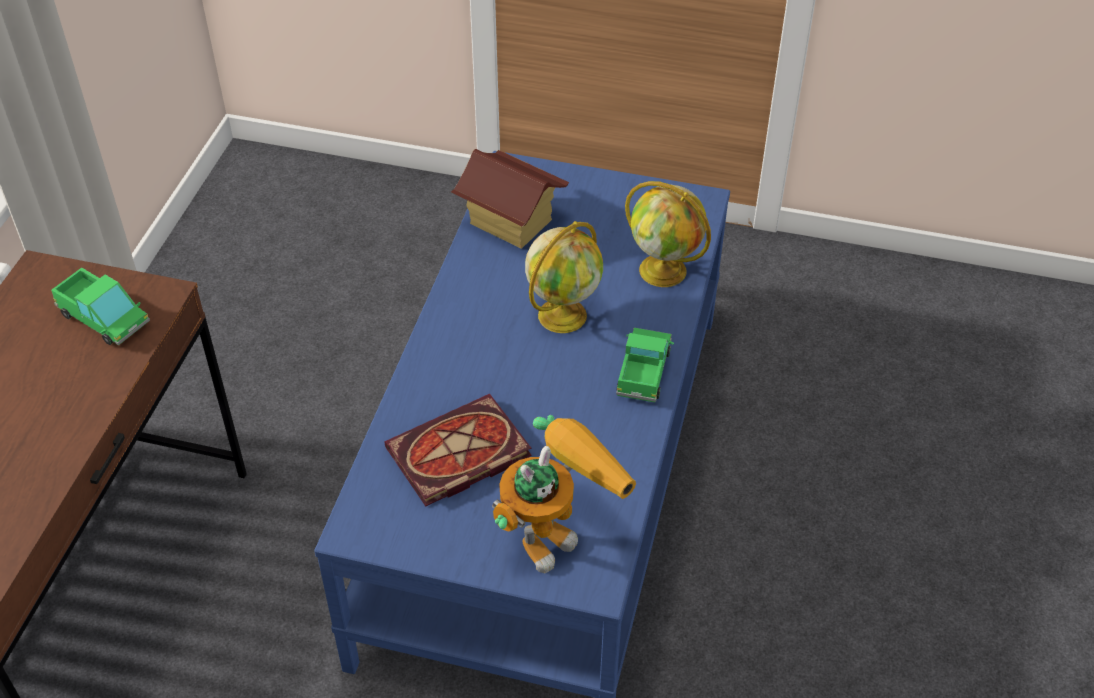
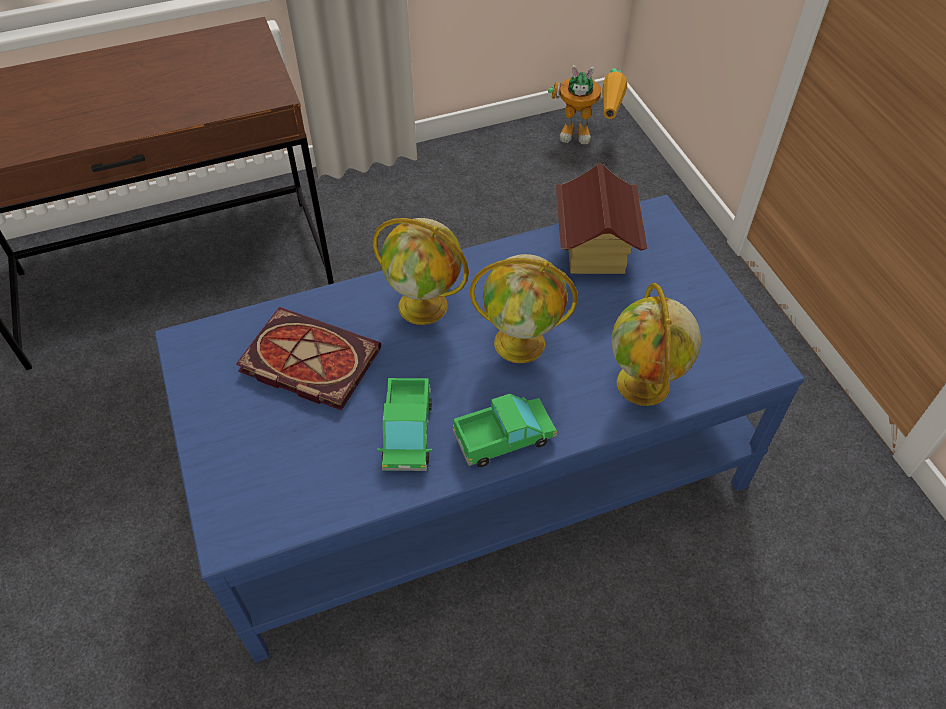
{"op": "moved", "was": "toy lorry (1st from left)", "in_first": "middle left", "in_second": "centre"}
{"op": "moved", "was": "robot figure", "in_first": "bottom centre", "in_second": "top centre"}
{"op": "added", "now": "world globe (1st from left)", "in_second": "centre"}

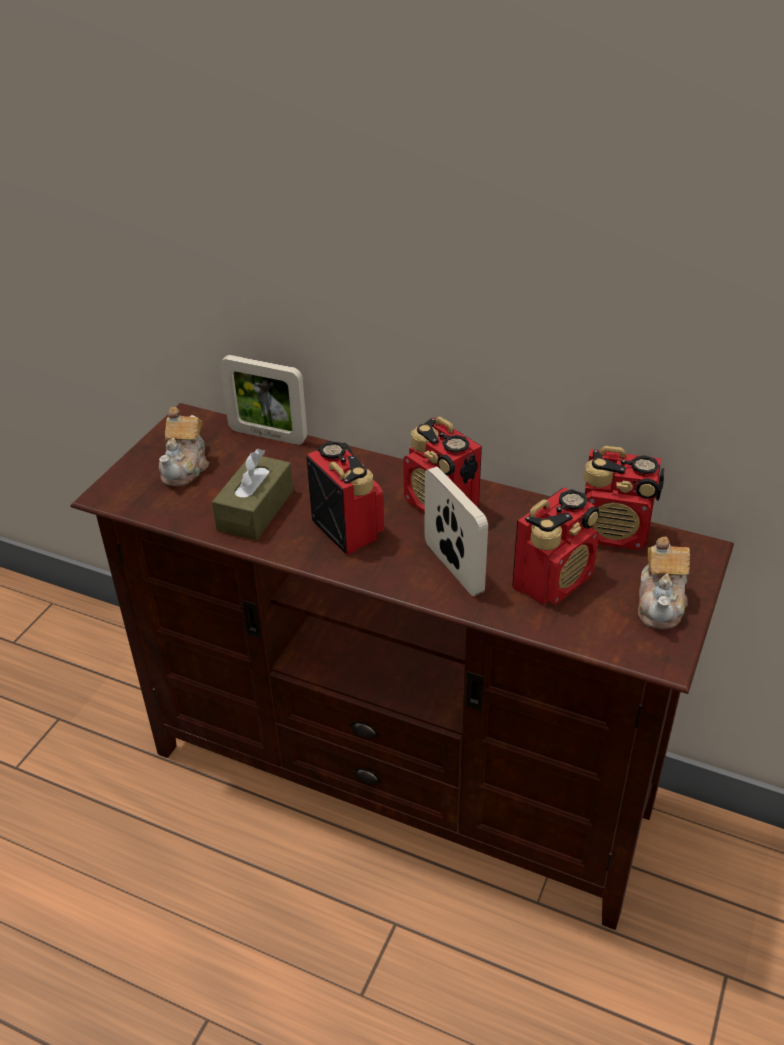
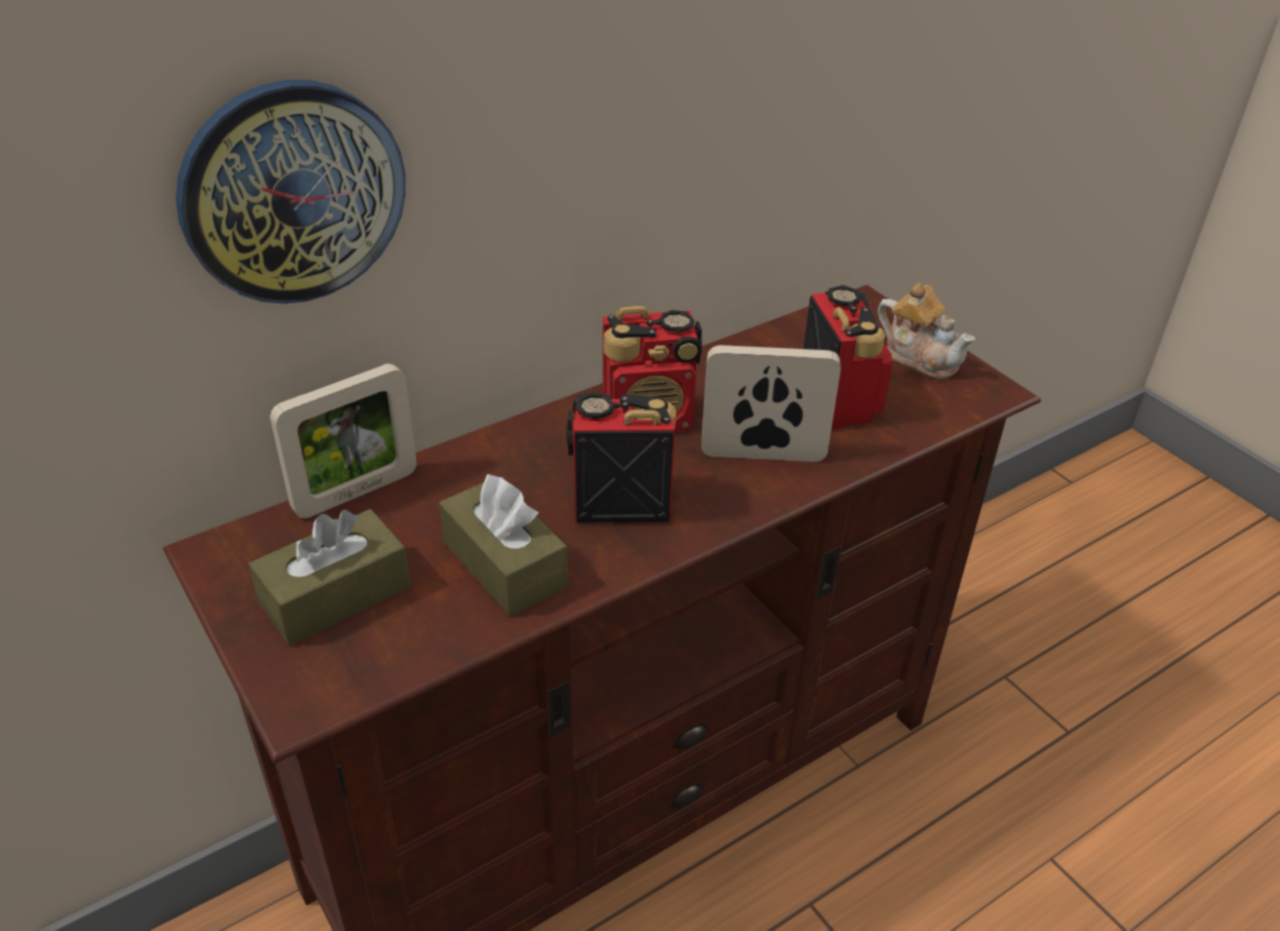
{"op": "replaced", "was": "teapot (1st from left)", "now": "box of tissues (brownish) (1st from left)", "in_first": "middle left", "in_second": "middle left"}
{"op": "removed", "was": "radio receiver (4th from left)", "in_first": "middle right"}
{"op": "added", "now": "hanging clock", "in_second": "top left"}

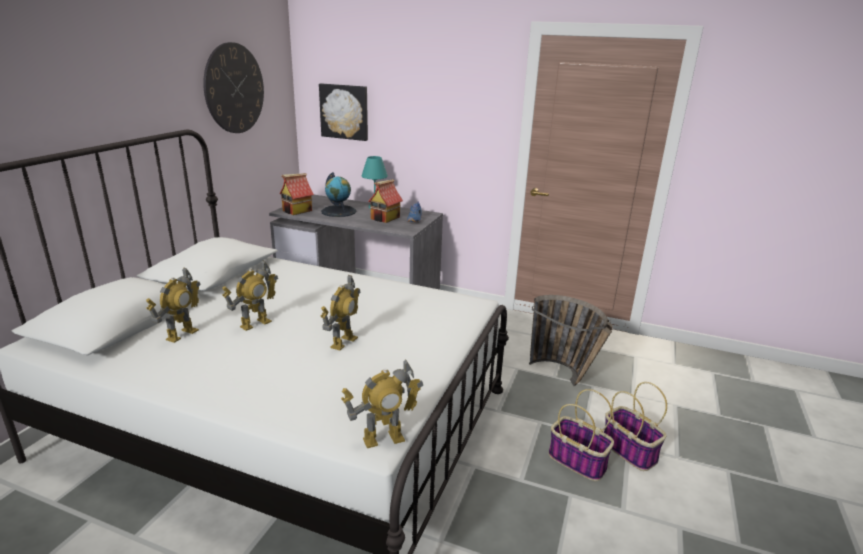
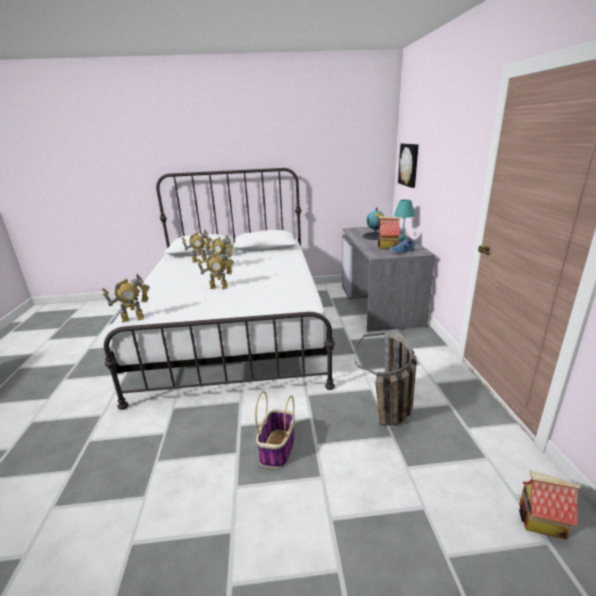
{"op": "removed", "was": "hanging clock", "in_first": "top left"}
{"op": "moved", "was": "miniature house (1st from left in the first image)", "now": "miniature house (2nd from left)", "in_first": "centre", "in_second": "bottom right"}
{"op": "turned", "was": "robot figure (4th from left in the first image)", "in_first": "bottom centre", "in_second": "middle left", "clockwise": -60}
{"op": "removed", "was": "storage basket (3rd from left)", "in_first": "bottom right"}

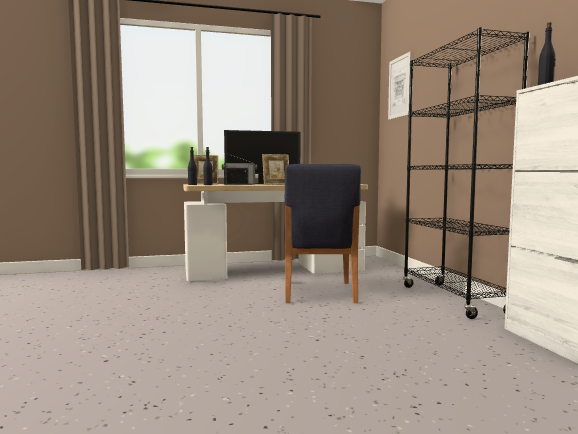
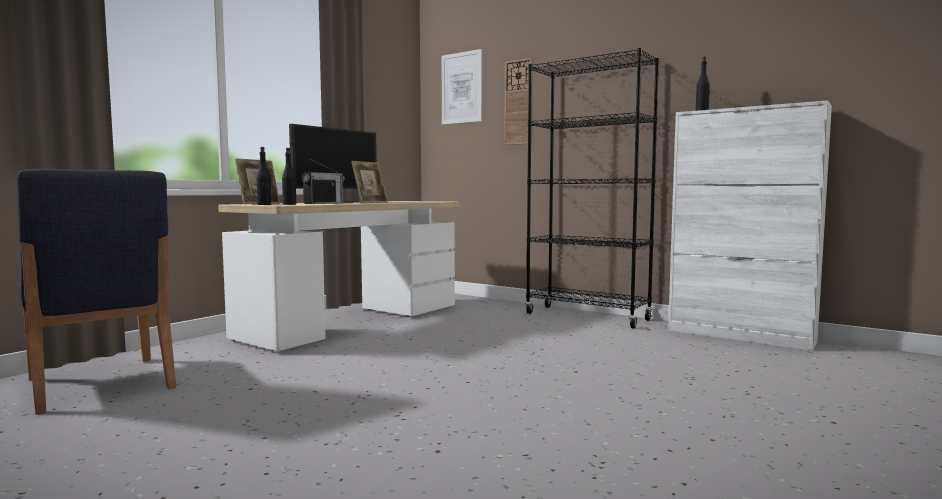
{"op": "moved", "was": "chair (bluish)", "in_first": "centre", "in_second": "middle left"}
{"op": "added", "now": "hanging clock", "in_second": "top centre"}

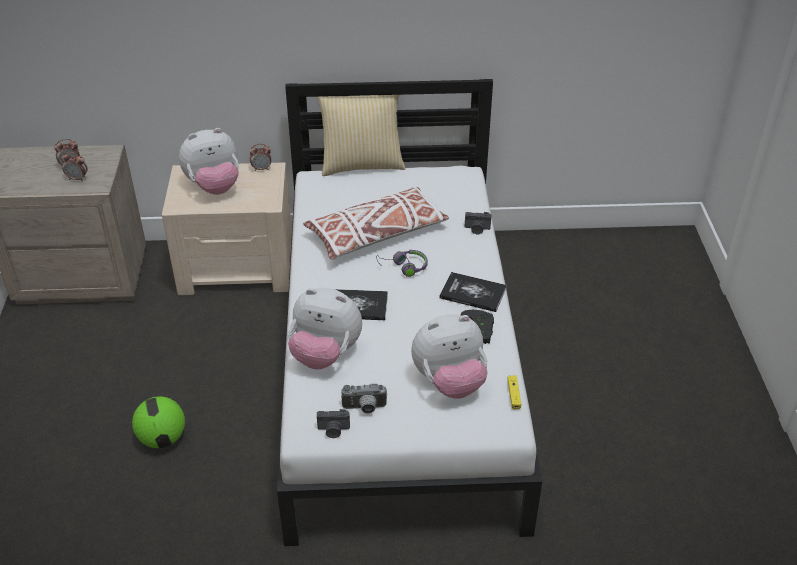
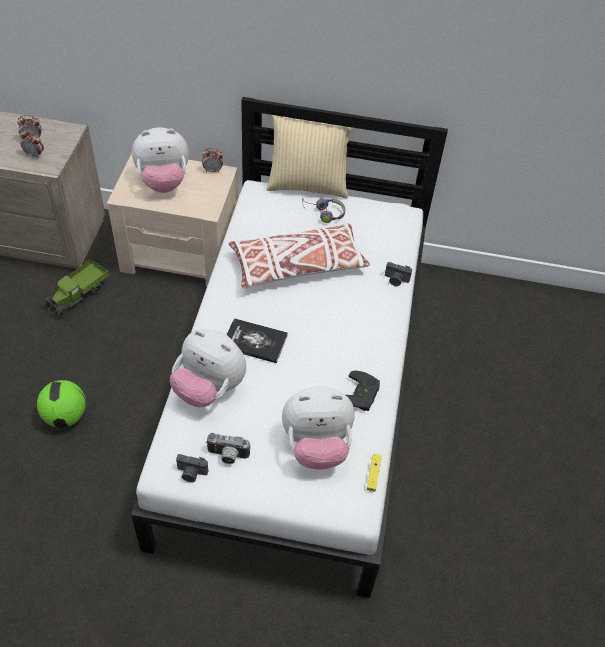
{"op": "moved", "was": "headphones (purple)", "in_first": "centre", "in_second": "top centre"}
{"op": "removed", "was": "bound book (2nd from left)", "in_first": "centre"}
{"op": "added", "now": "toy lorry", "in_second": "middle left"}

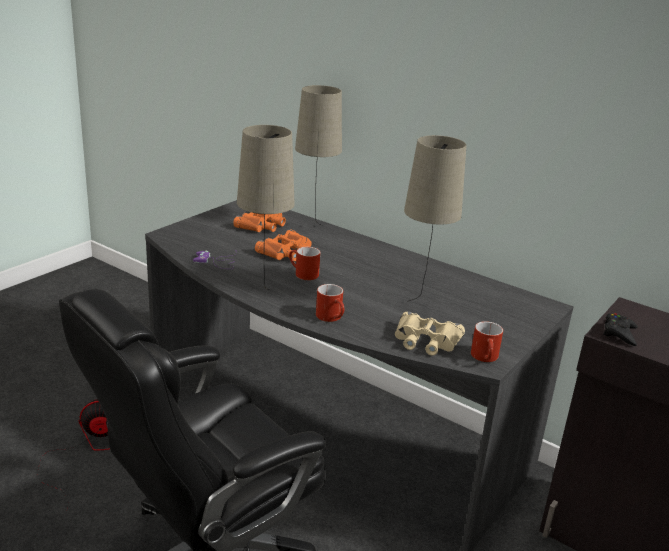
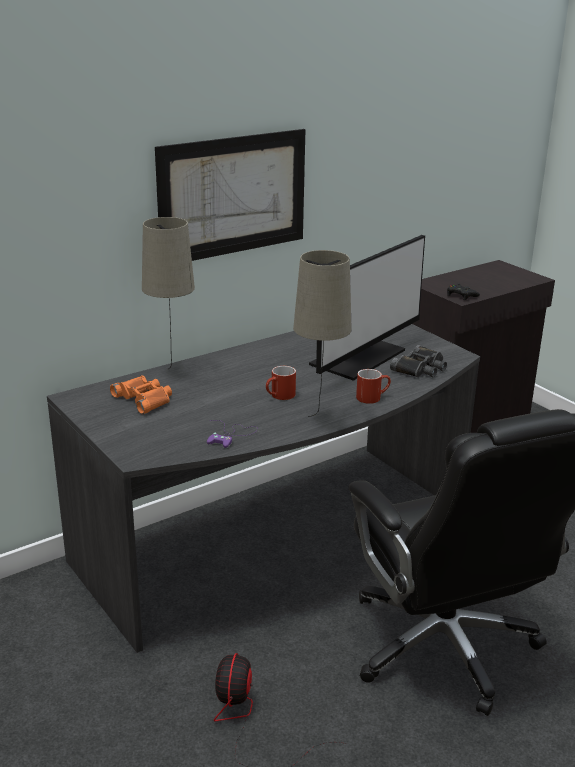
{"op": "replaced", "was": "lamp for a table (beige-coloured) (3rd from left)", "now": "computer screen", "in_first": "centre", "in_second": "centre"}
{"op": "removed", "was": "field glasses (orange) (2nd from left)", "in_first": "centre"}
{"op": "recoloured", "was": "field glasses (beige-coloured)", "now": "field glasses (blackish)", "in_first": "centre", "in_second": "middle right"}
{"op": "removed", "was": "coffee mug (red-coloured) (3rd from left)", "in_first": "middle right"}
{"op": "added", "now": "picture", "in_second": "top centre"}

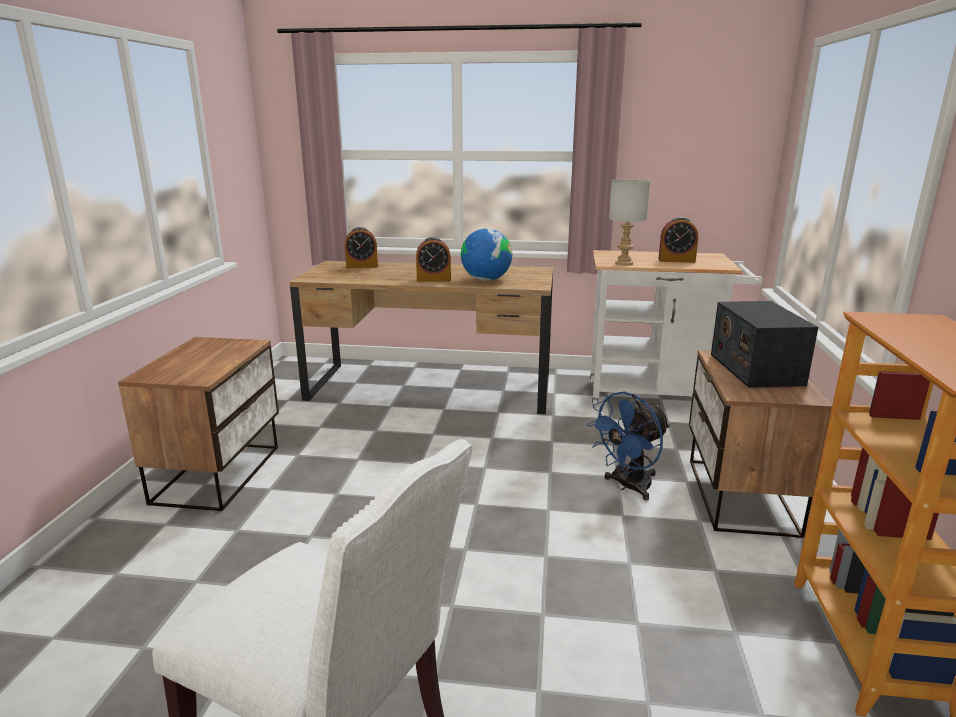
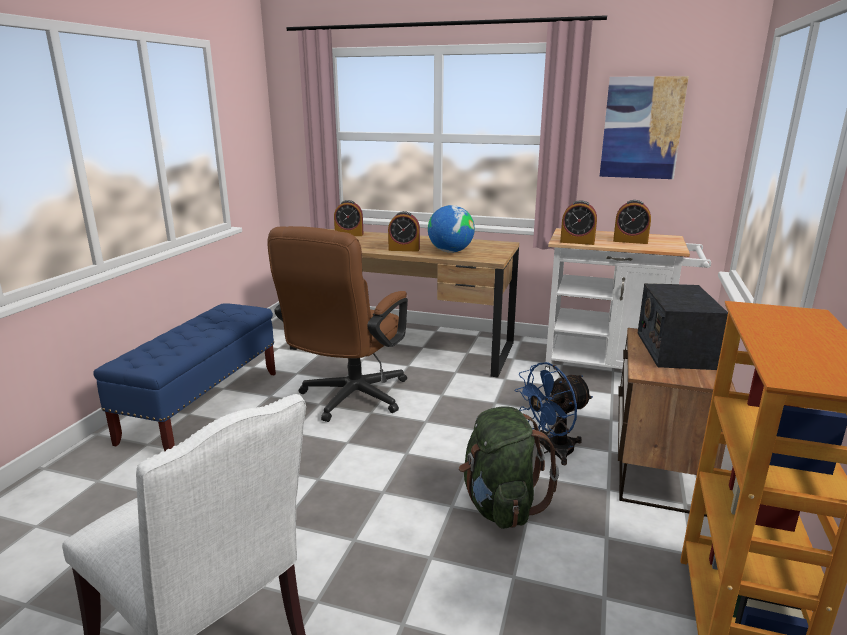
{"op": "replaced", "was": "lamp for a table (greyish)", "now": "table clock (3rd from left)", "in_first": "top centre", "in_second": "middle right"}
{"op": "replaced", "was": "bedside table (1st from left)", "now": "bench (bluish)", "in_first": "middle left", "in_second": "middle left"}
{"op": "added", "now": "picture", "in_second": "top right"}
{"op": "added", "now": "office chair (brownish)", "in_second": "centre"}
{"op": "added", "now": "backpack (greenish)", "in_second": "bottom centre"}

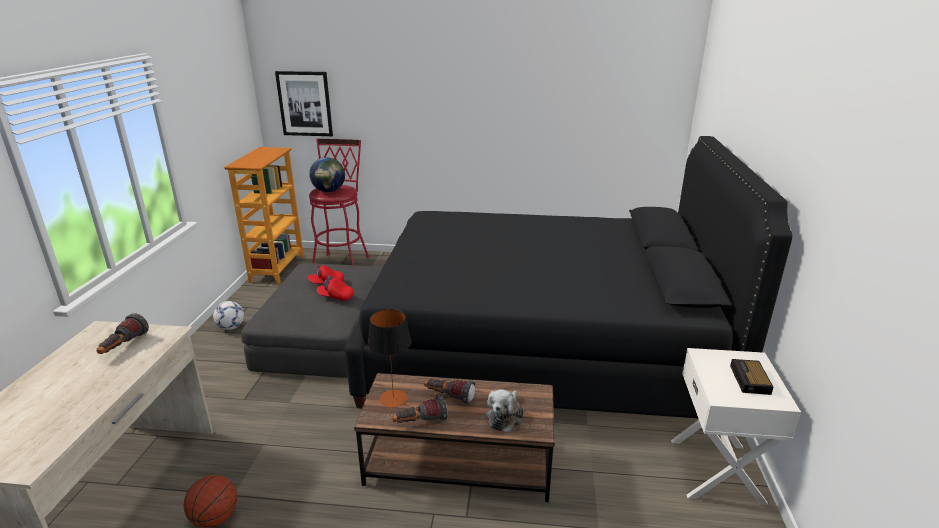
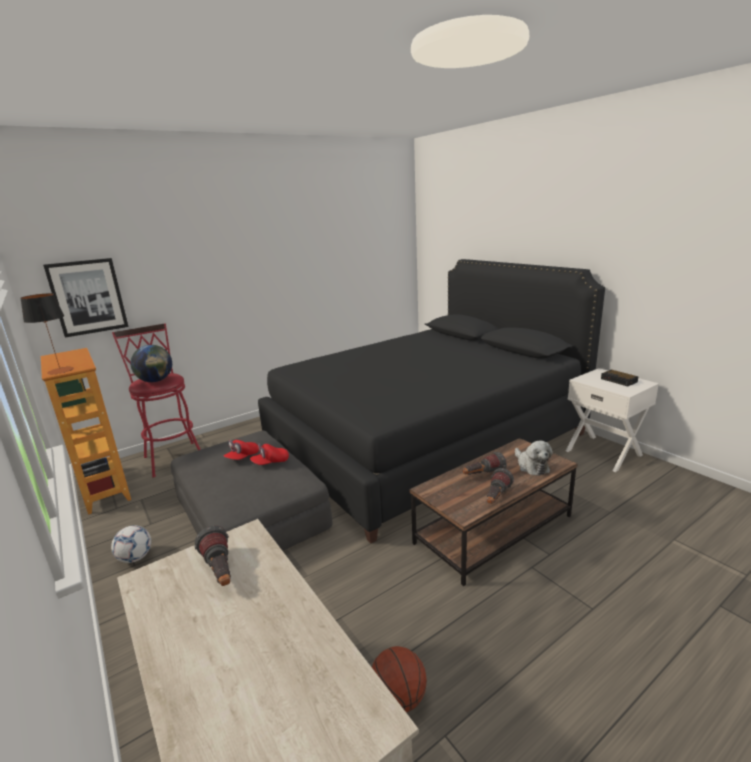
{"op": "moved", "was": "lamp for a table", "in_first": "bottom centre", "in_second": "middle left"}

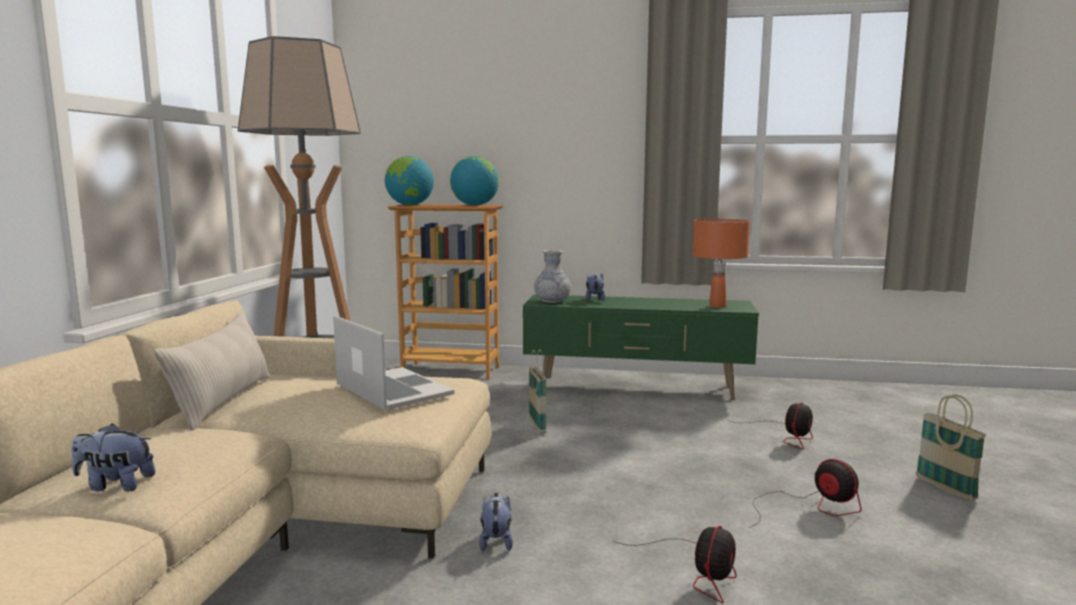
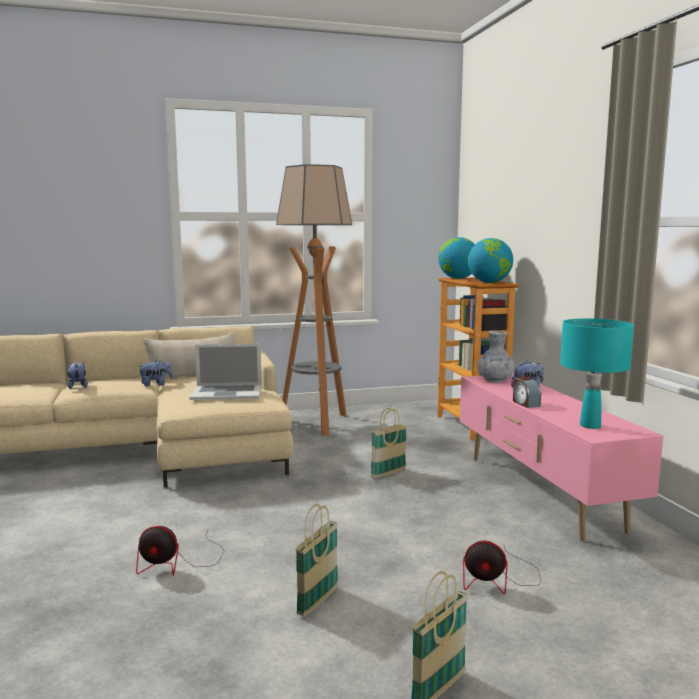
{"op": "recoloured", "was": "lamp for a table (orange)", "now": "lamp for a table (blue-green)", "in_first": "middle right", "in_second": "middle right"}
{"op": "recoloured", "was": "media console (greenish)", "now": "media console (pinkish)", "in_first": "centre", "in_second": "middle right"}
{"op": "turned", "was": "portable computer", "in_first": "centre", "in_second": "middle left", "clockwise": 60}
{"op": "replaced", "was": "electric fan (3rd from left)", "now": "storage basket (1st from left)", "in_first": "bottom right", "in_second": "bottom centre"}
{"op": "moved", "was": "soft toy (2nd from left)", "in_first": "bottom centre", "in_second": "middle left"}
{"op": "added", "now": "table clock", "in_second": "middle right"}

